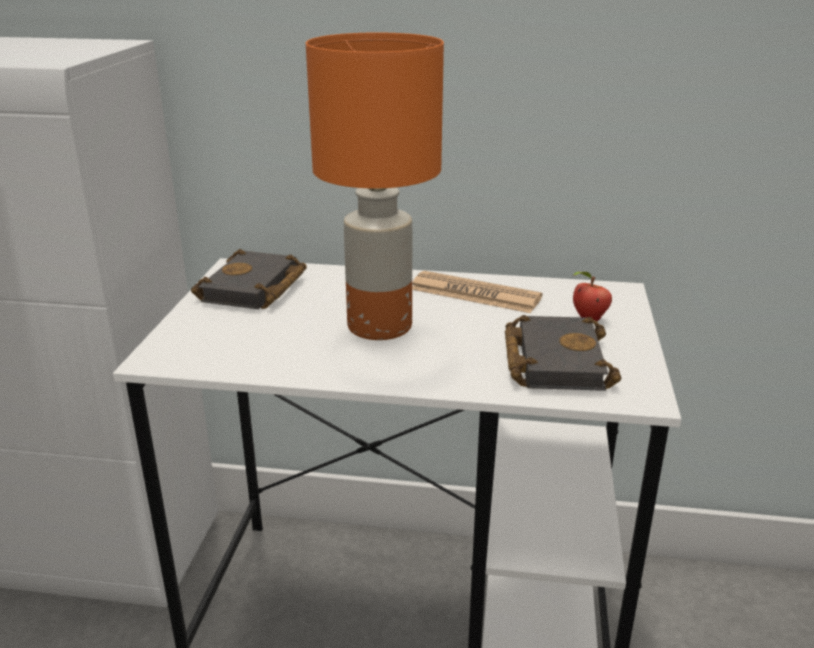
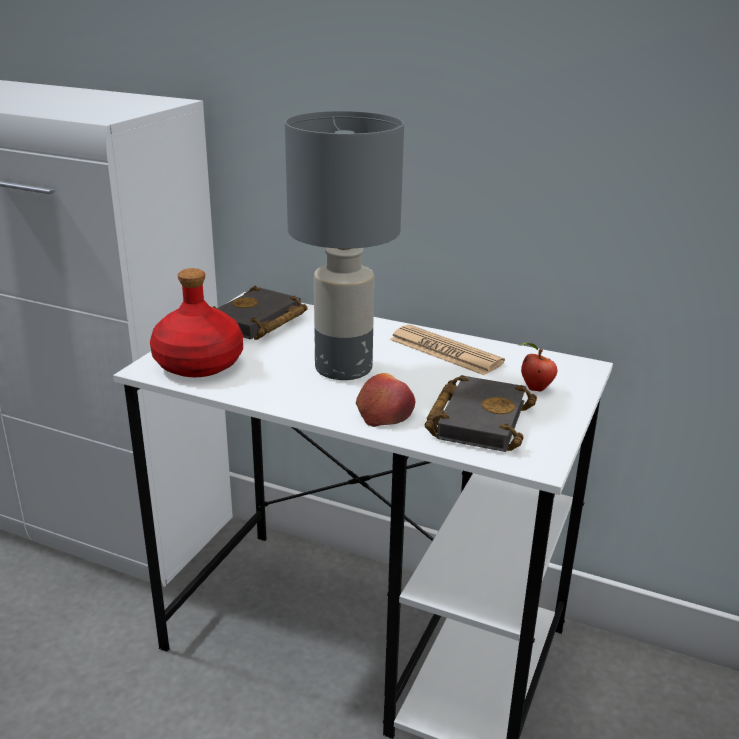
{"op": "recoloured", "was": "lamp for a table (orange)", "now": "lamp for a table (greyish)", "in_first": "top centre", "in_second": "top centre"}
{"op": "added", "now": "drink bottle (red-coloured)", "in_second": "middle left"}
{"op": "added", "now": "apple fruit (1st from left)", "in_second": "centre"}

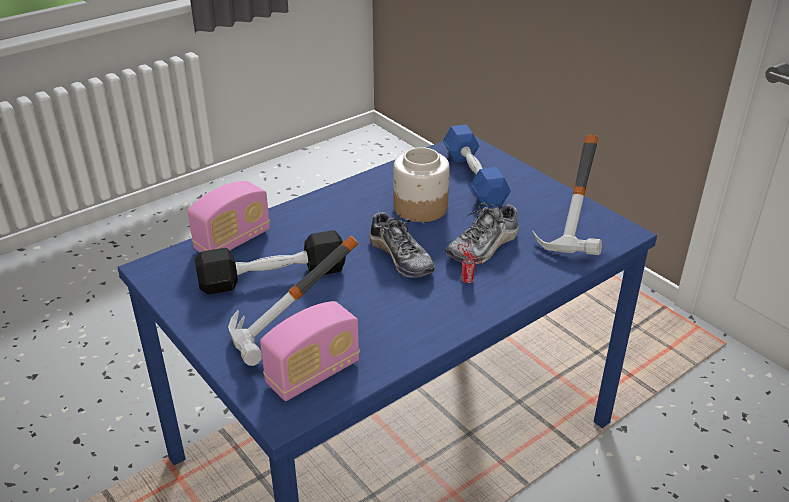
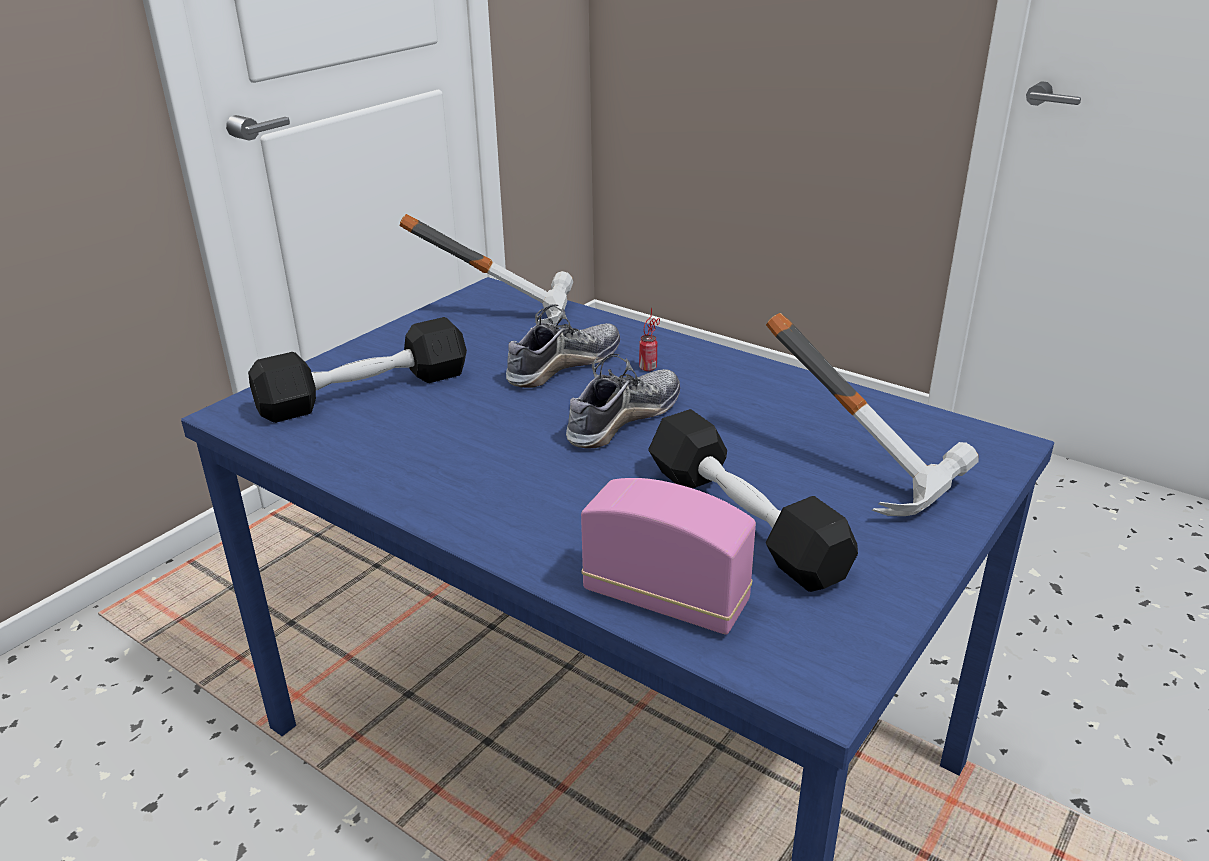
{"op": "recoloured", "was": "dumbbell (bluish)", "now": "dumbbell (blackish) (1st from left)", "in_first": "top centre", "in_second": "middle left"}
{"op": "removed", "was": "storage jar", "in_first": "centre"}
{"op": "turned", "was": "low shoe (2nd from left in the first image)", "in_first": "centre", "in_second": "centre", "clockwise": -75}
{"op": "removed", "was": "radio receiver (2nd from left)", "in_first": "bottom centre"}

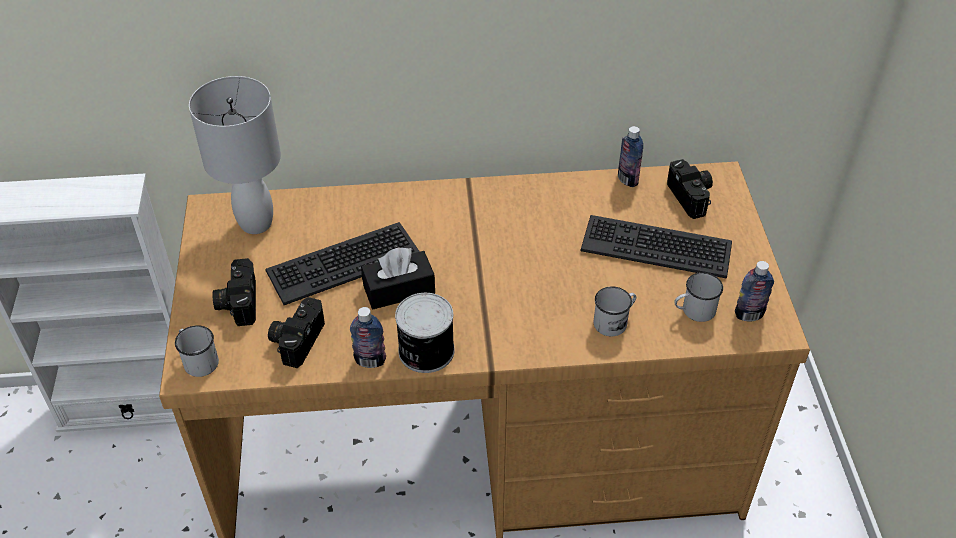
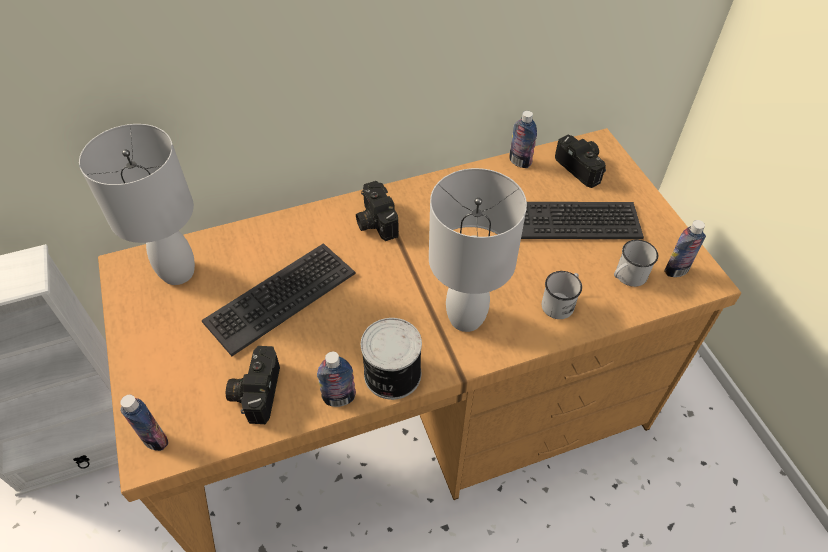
{"op": "removed", "was": "box of tissues (blackish)", "in_first": "centre"}
{"op": "moved", "was": "still camera (1st from left in the first image)", "now": "still camera (2nd from left)", "in_first": "middle left", "in_second": "centre"}
{"op": "replaced", "was": "coffee mug (white-coloured) (1st from left)", "now": "drink bottle (1st from left)", "in_first": "middle left", "in_second": "bottom left"}
{"op": "added", "now": "lamp for a table (white-coloured) (2nd from left)", "in_second": "centre"}

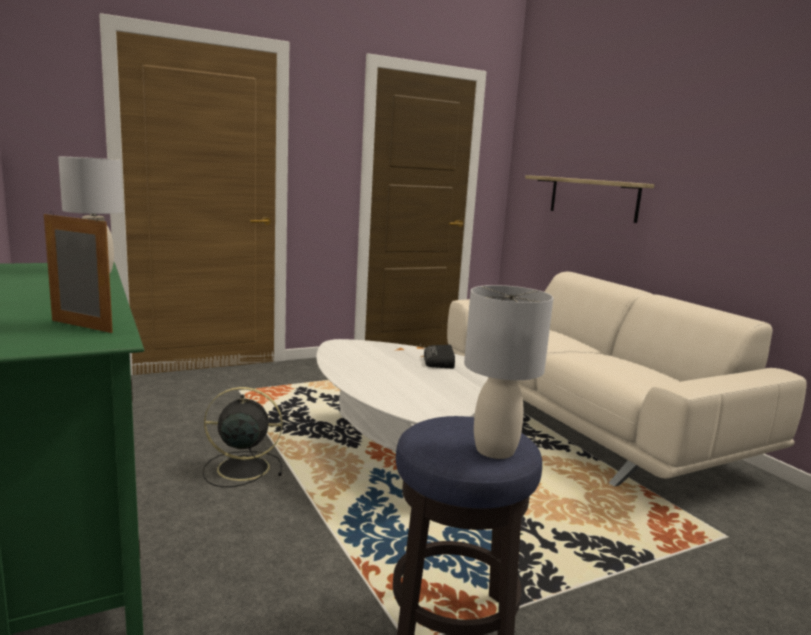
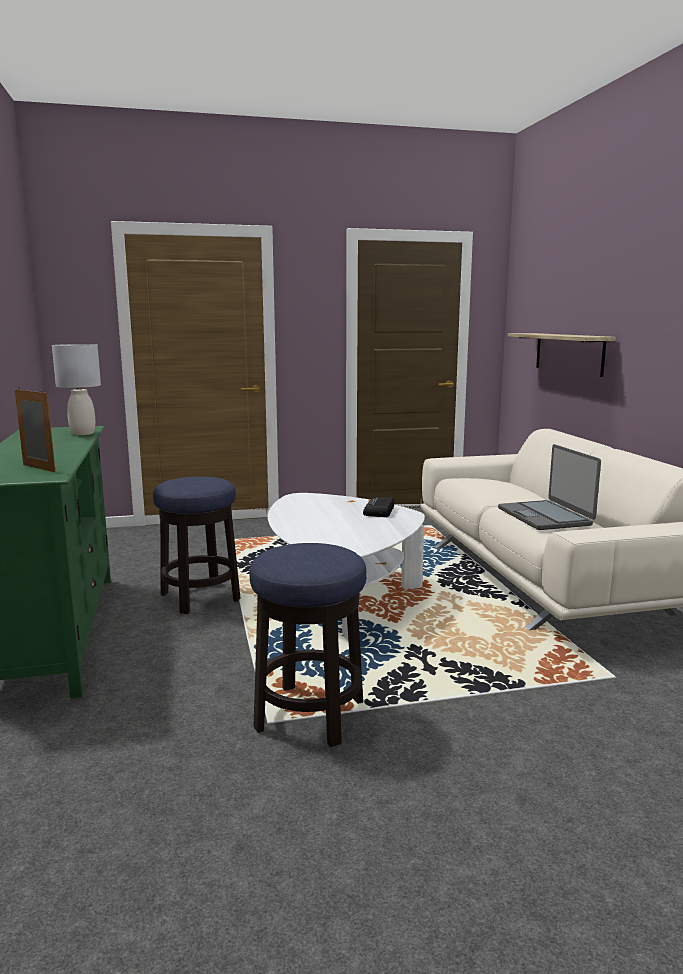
{"op": "removed", "was": "lamp for a table (greyish) (2nd from left)", "in_first": "centre"}
{"op": "replaced", "was": "electric fan (blackish)", "now": "sitting stool (1st from left)", "in_first": "bottom left", "in_second": "middle left"}
{"op": "added", "now": "portable computer", "in_second": "middle right"}

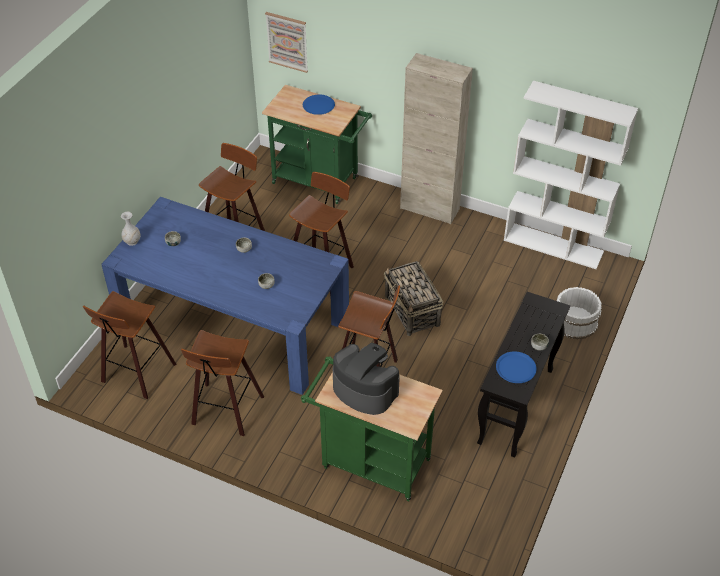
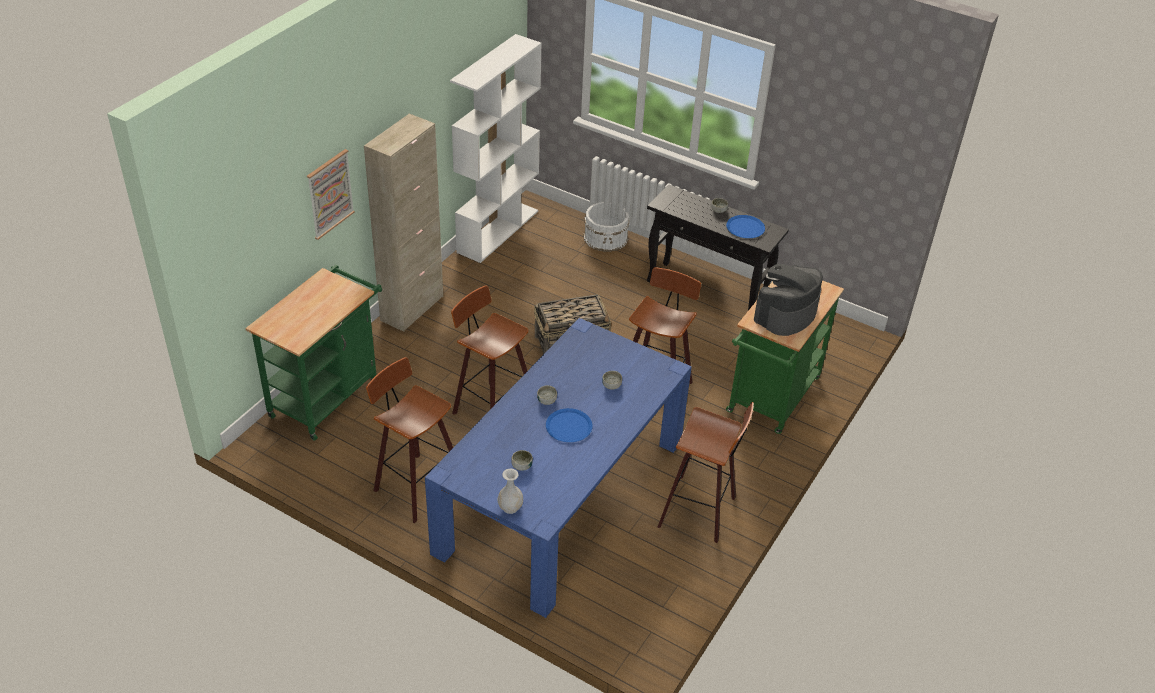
{"op": "moved", "was": "picture", "in_first": "top centre", "in_second": "top left"}
{"op": "moved", "was": "plate (bluish) (1st from left)", "in_first": "top centre", "in_second": "centre"}
{"op": "removed", "was": "sitting stool (1st from left)", "in_first": "middle left"}

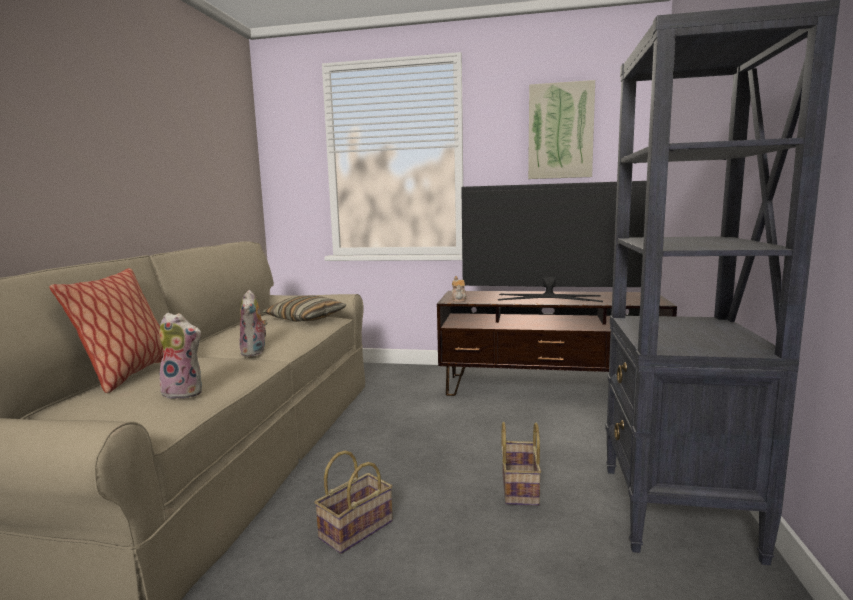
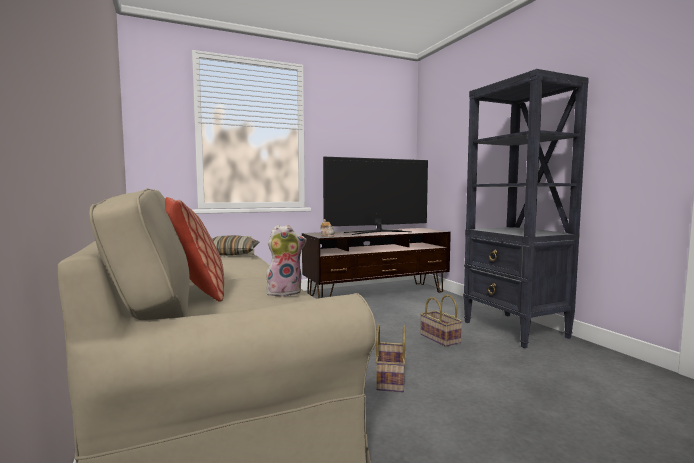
{"op": "removed", "was": "picture", "in_first": "top centre"}
{"op": "removed", "was": "soft toy (2nd from left)", "in_first": "middle left"}

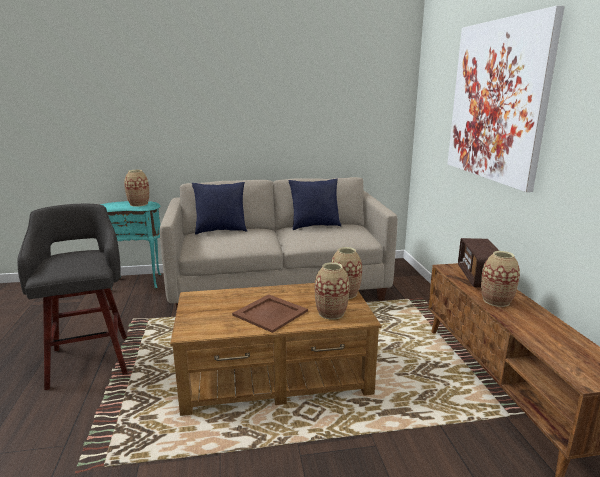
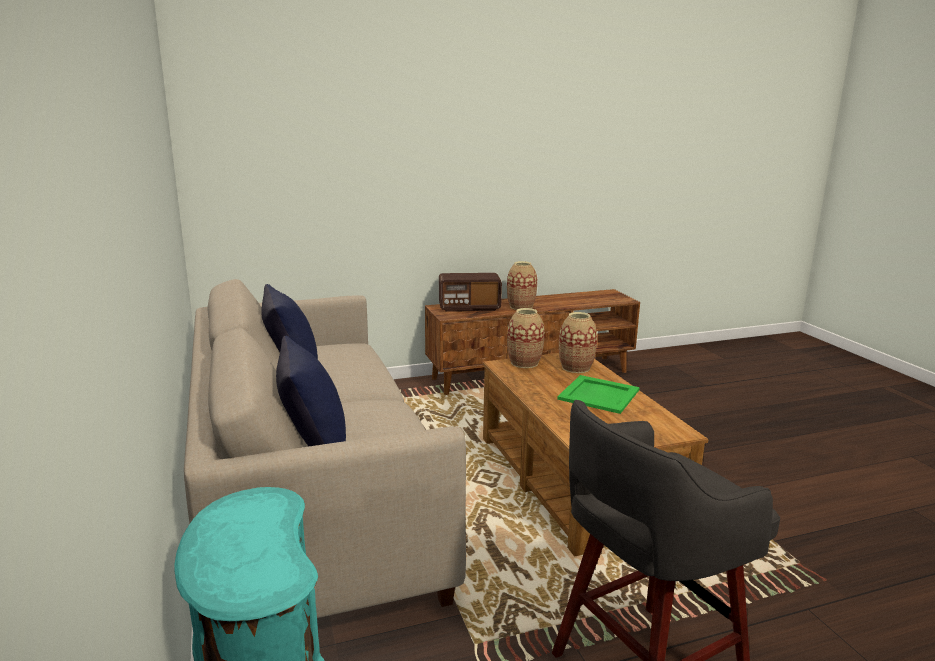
{"op": "removed", "was": "picture", "in_first": "top right"}
{"op": "removed", "was": "decorative vase (1st from left)", "in_first": "middle left"}
{"op": "recoloured", "was": "serving tray (brownish)", "now": "serving tray (greenish)", "in_first": "centre", "in_second": "centre"}

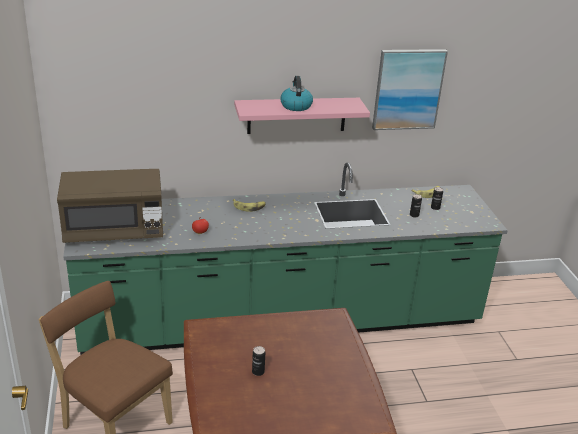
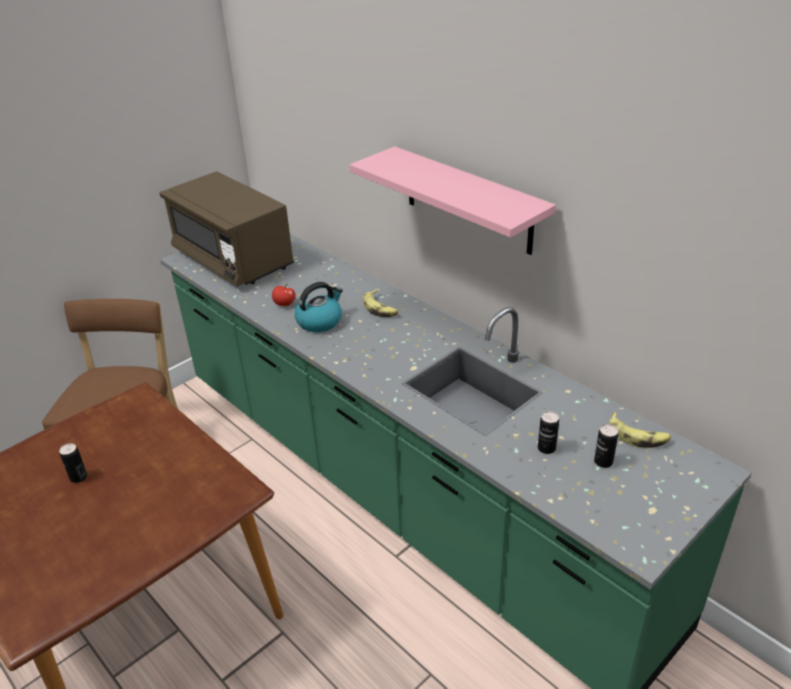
{"op": "removed", "was": "picture", "in_first": "top right"}
{"op": "moved", "was": "water kettle", "in_first": "top centre", "in_second": "centre"}

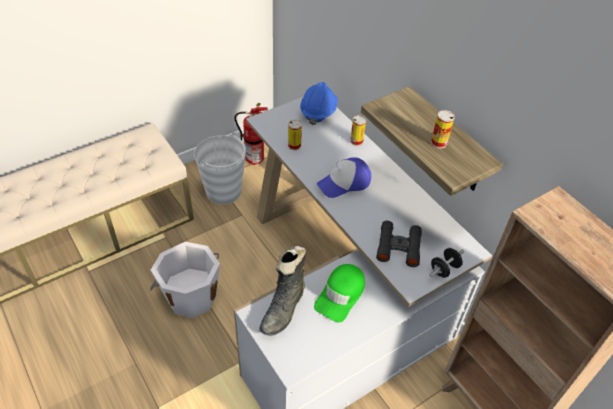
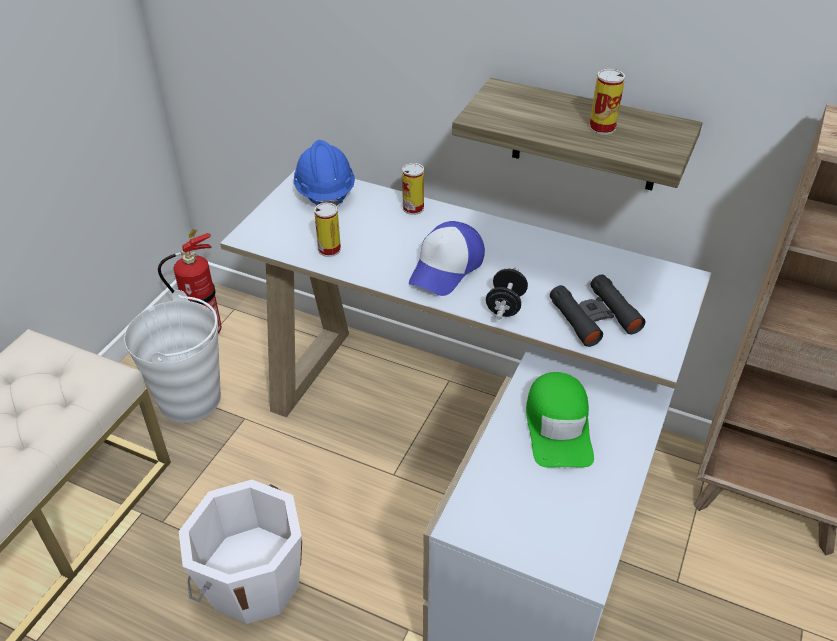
{"op": "removed", "was": "tall boot (blackish)", "in_first": "bottom centre"}
{"op": "moved", "was": "dumbbell (blackish)", "in_first": "middle right", "in_second": "centre"}

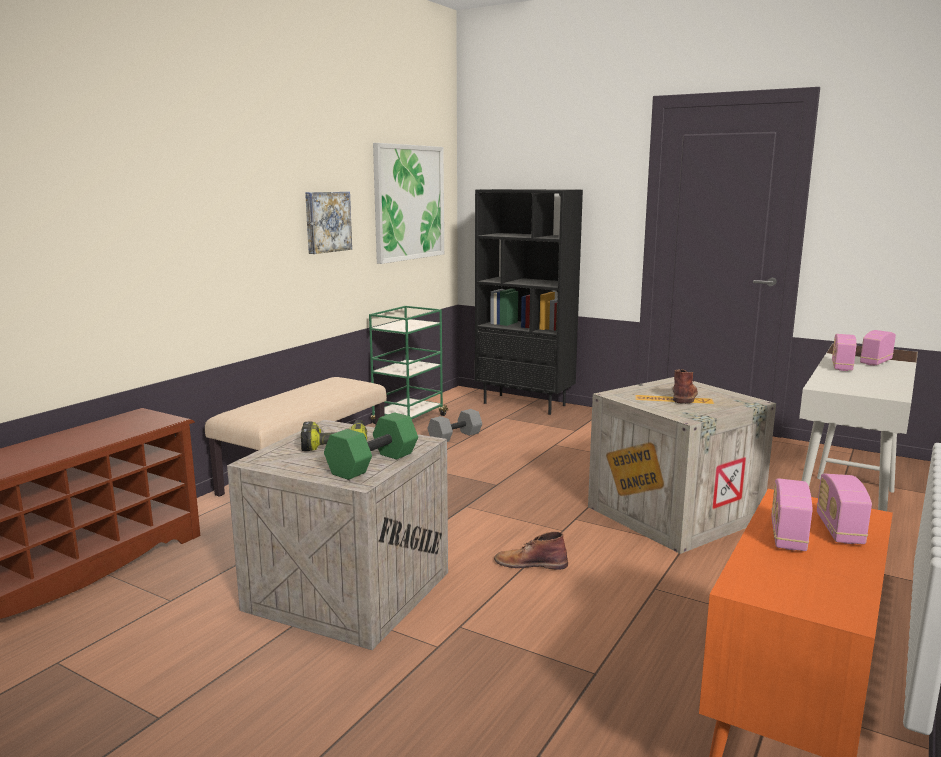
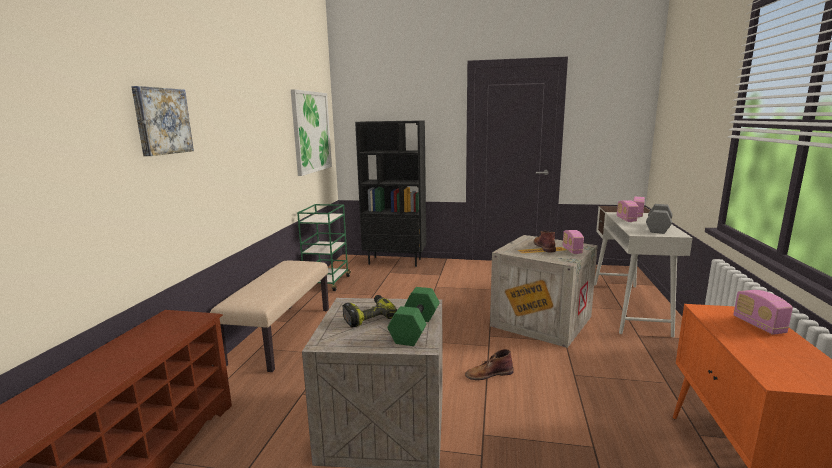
{"op": "moved", "was": "picture (1st from left)", "in_first": "top centre", "in_second": "top left"}
{"op": "moved", "was": "dumbbell (greyish)", "in_first": "centre", "in_second": "middle right"}
{"op": "moved", "was": "radio receiver (1st from left)", "in_first": "bottom right", "in_second": "middle right"}

